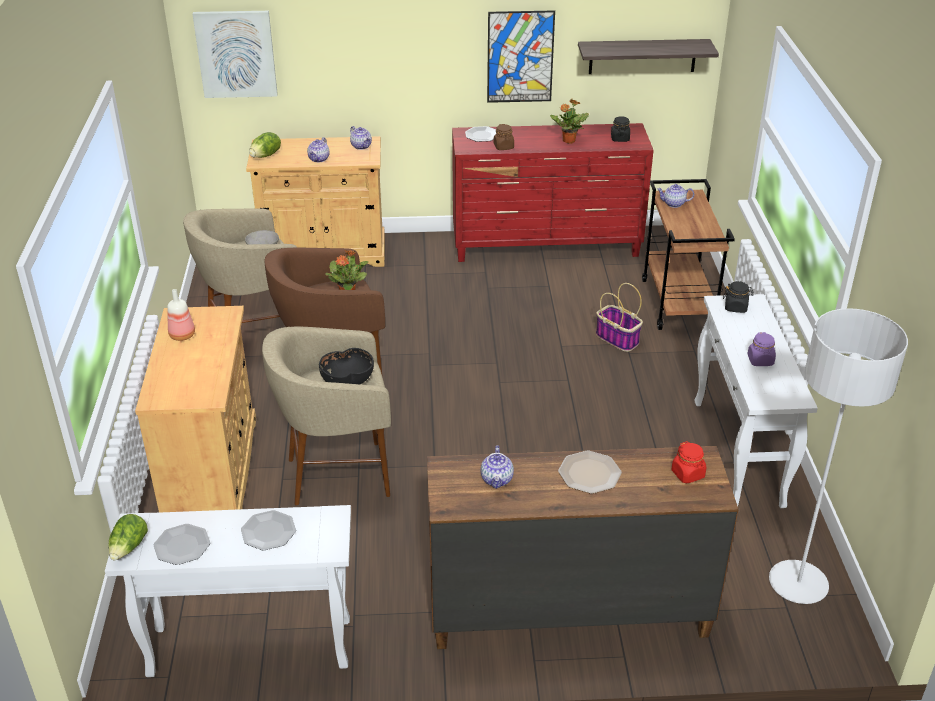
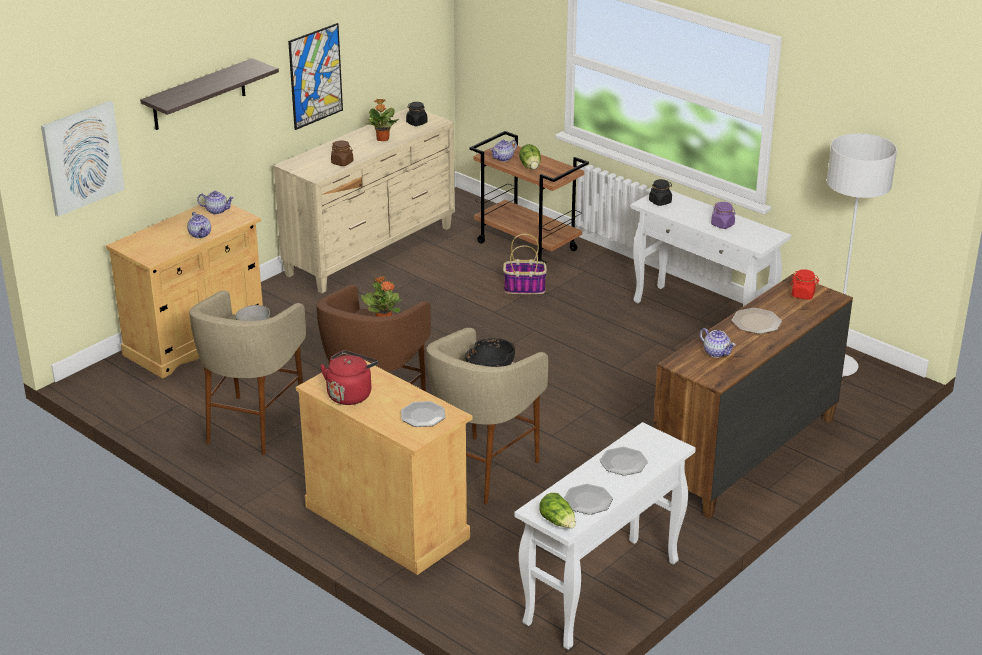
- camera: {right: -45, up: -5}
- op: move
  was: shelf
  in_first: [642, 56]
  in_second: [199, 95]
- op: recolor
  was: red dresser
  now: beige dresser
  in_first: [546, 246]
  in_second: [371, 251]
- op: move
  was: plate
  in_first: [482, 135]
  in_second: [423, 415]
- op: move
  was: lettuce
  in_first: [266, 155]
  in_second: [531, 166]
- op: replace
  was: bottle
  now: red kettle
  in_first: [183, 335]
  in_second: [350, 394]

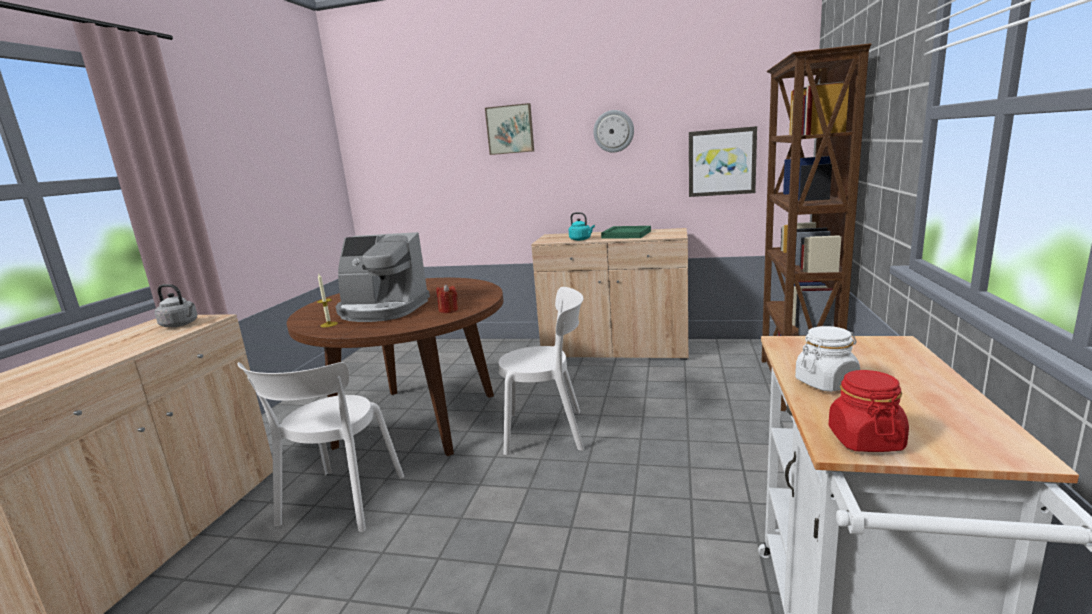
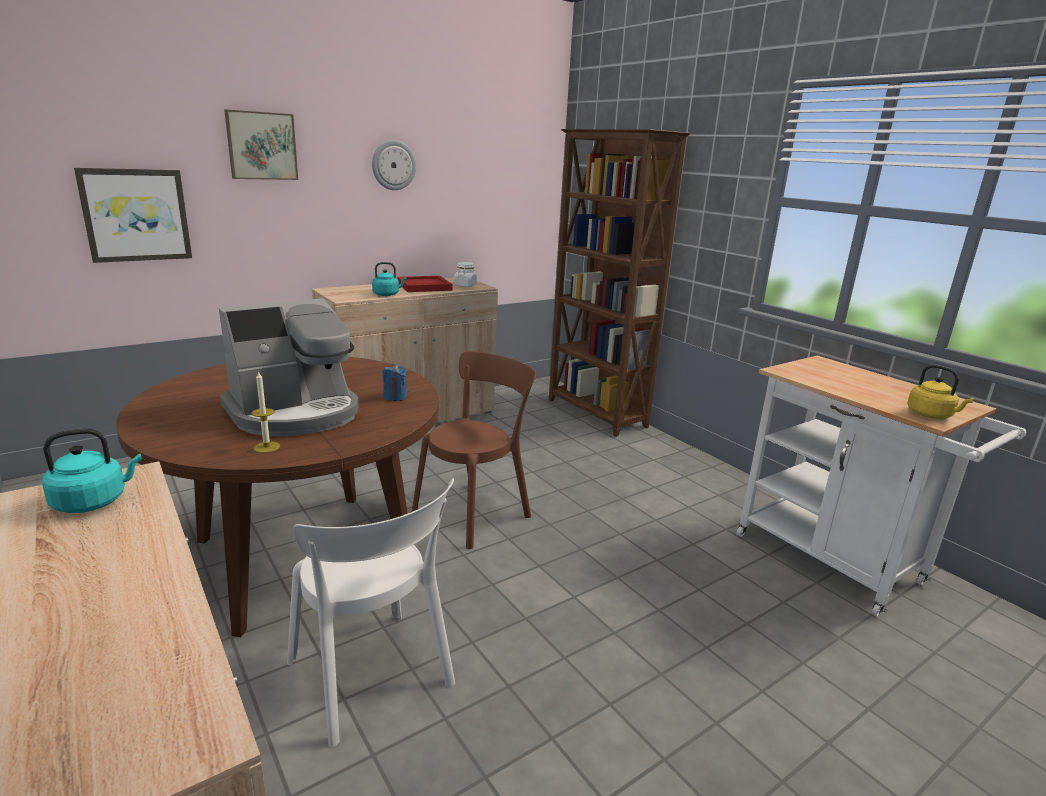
- camera: {right: -50, up: 5}
- op: move
  was: picture
  in_first: [721, 162]
  in_second: [136, 215]
- op: recolor
  was: green tray
  now: red tray
  in_first: [627, 234]
  in_second: [425, 286]
- op: recolor
  was: grey kettle
  now: turquoise kettle
  in_first: [181, 324]
  in_second: [94, 502]
- op: recolor
  was: red candle
  now: blue candle
  in_first: [448, 310]
  in_second: [395, 397]
- op: recolor
  was: white chair
  now: brown chair
  in_first: [549, 431]
  in_second: [475, 512]
- op: move
  was: white jar
  in_first: [826, 383]
  in_second: [465, 285]
- op: replace
  was: red jar
  now: yellow kettle
  in_first: [865, 440]
  in_second: [931, 415]

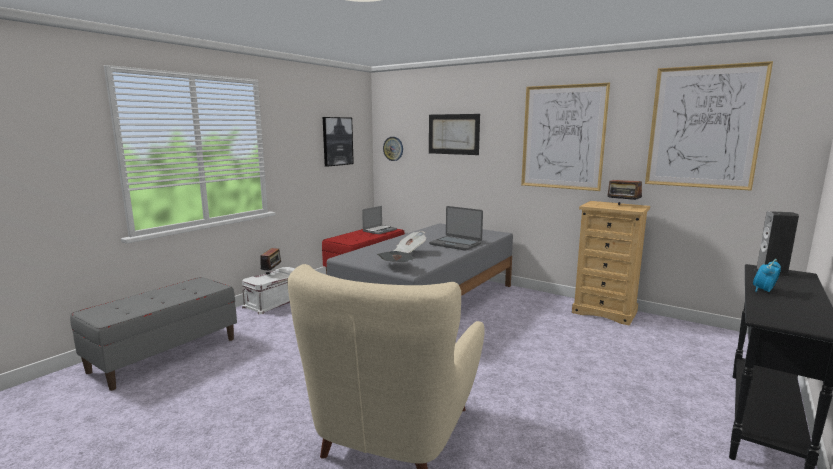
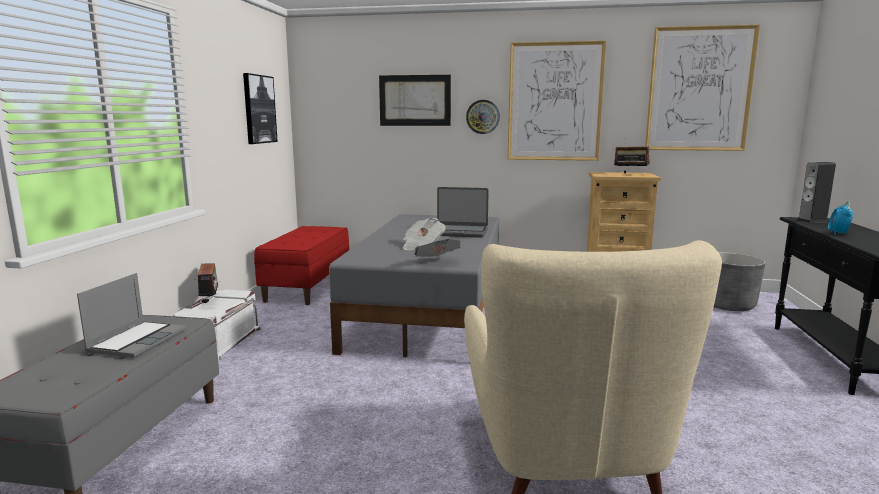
- camera: {right: -25, up: 0}
- op: move
  was: wall clock
  in_first: [393, 148]
  in_second: [483, 116]
- op: move
  was: laptop
  in_first: [379, 230]
  in_second: [138, 340]
- op: insert
  now: grey planter
  in_second: [728, 305]

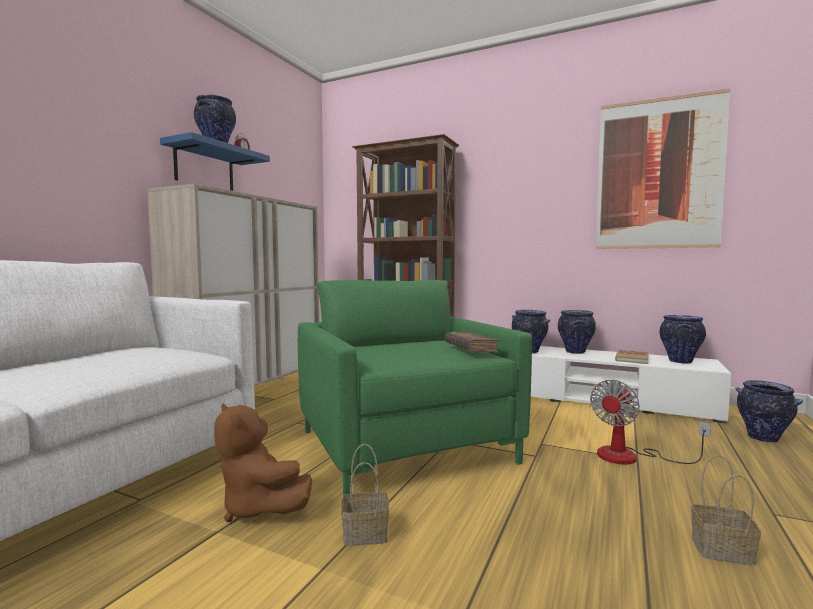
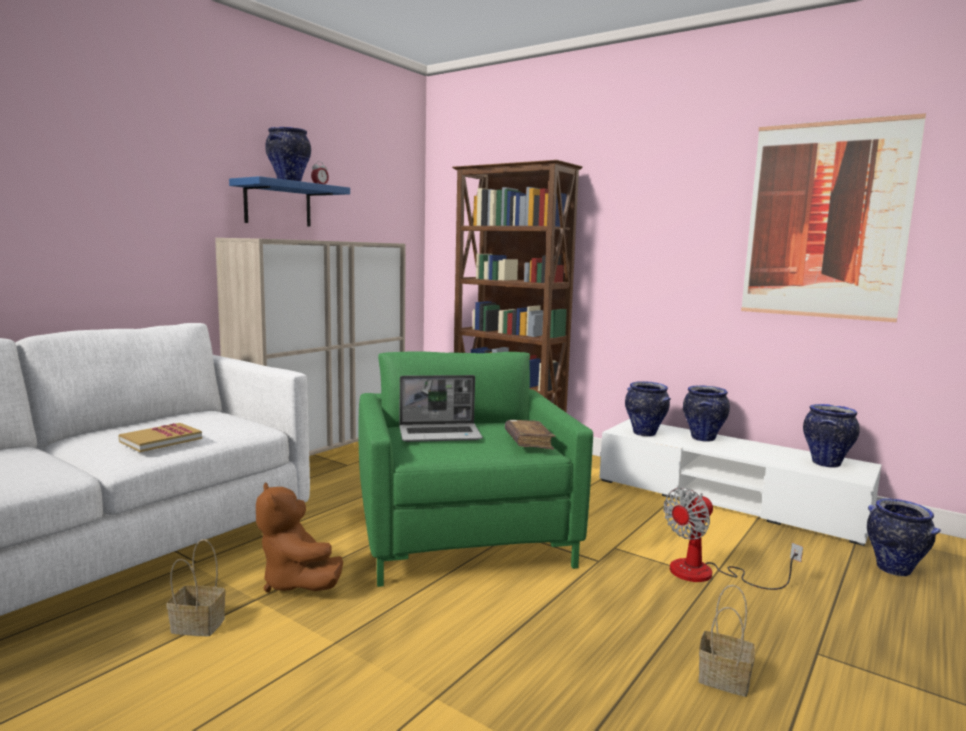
- camera: {right: 10, up: 5}
- op: move
  was: book
  in_first: [632, 359]
  in_second: [161, 440]
- op: move
  was: basket
  in_first: [363, 534]
  in_second: [196, 626]
- op: insert
  now: laptop
  in_second: [440, 434]

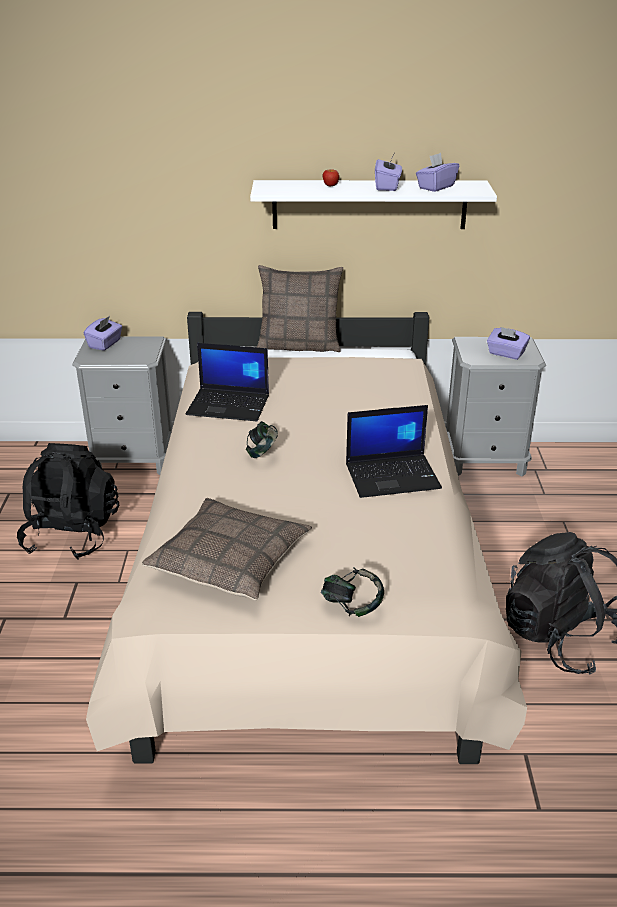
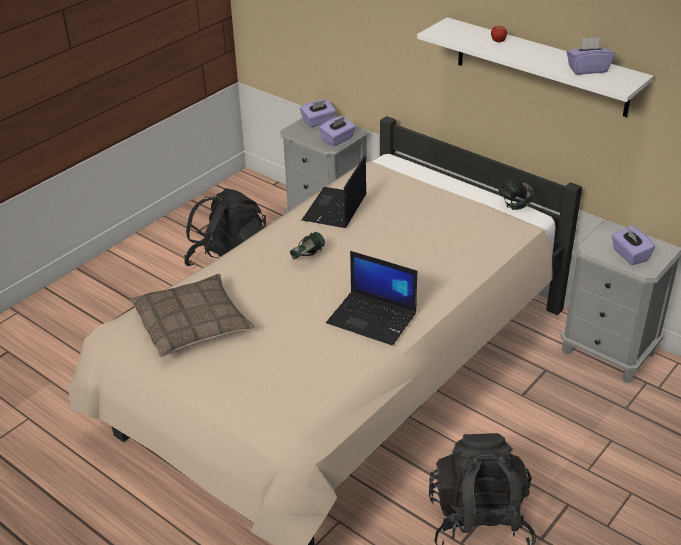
- camera: {right: 40, up: 5}
- op: move
  was: purple tissue box
  in_first: [387, 186]
  in_second: [338, 139]
- op: delete
  was: pillow
  in_first: [299, 345]
- op: rotate
  was: laptop
  in_first: [229, 405]
  in_second: [335, 209]
  clockwise: 60
- op: move
  was: headphones
  in_first: [352, 606]
  in_second: [514, 204]

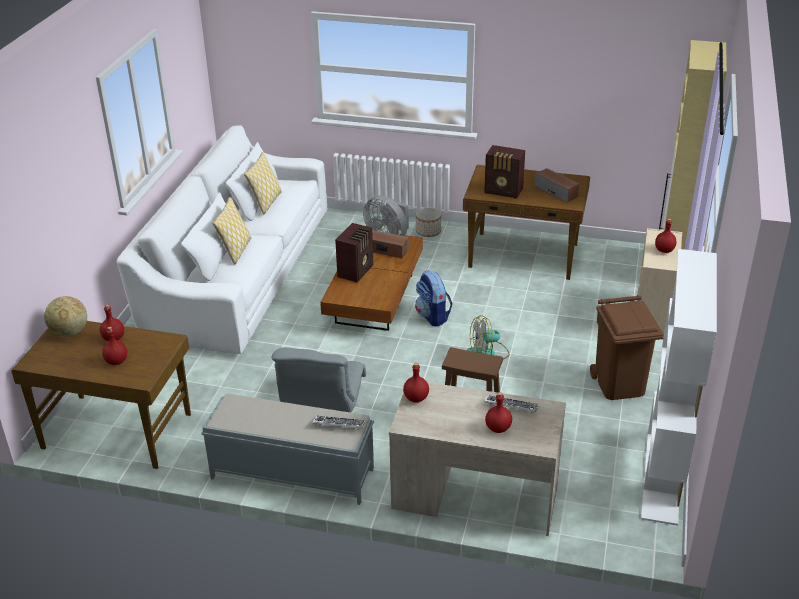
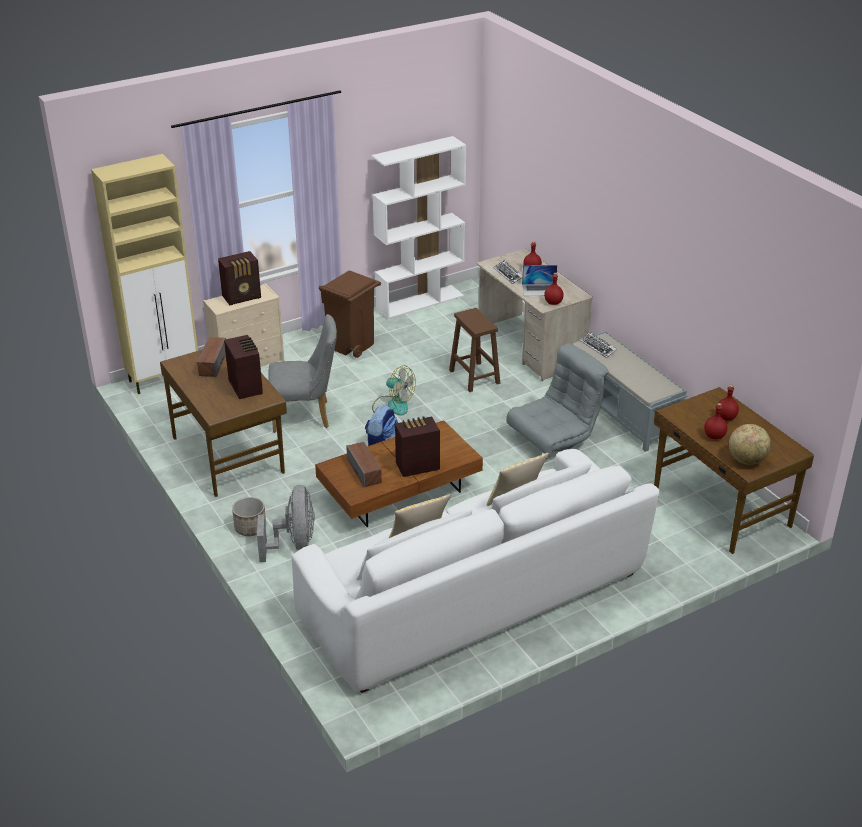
- camera: {right: -135, up: 0}
- op: replace
  was: red bottle
  now: radio
  in_first: [664, 250]
  in_second: [242, 297]
- op: insert
  now: laptop
  in_second: [540, 290]
- op: insert
  now: grey chair
  in_second: [306, 416]

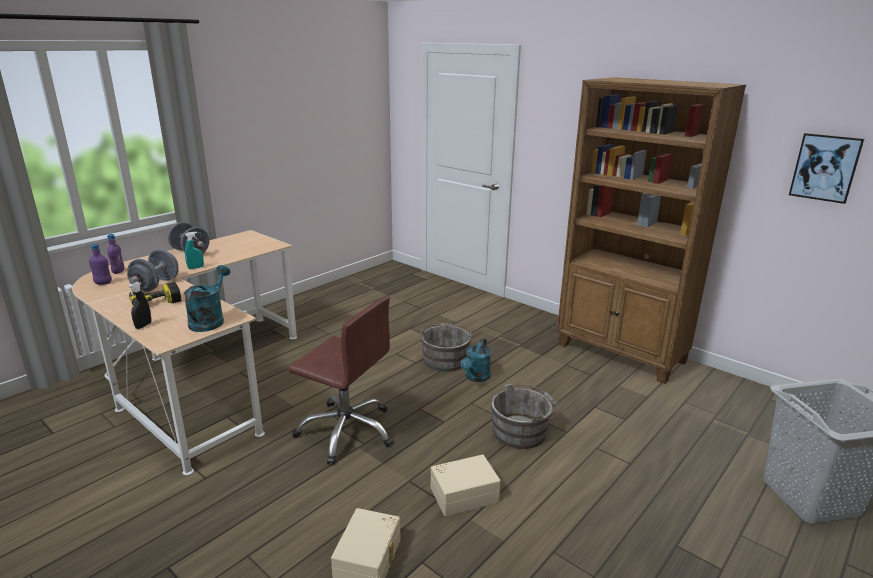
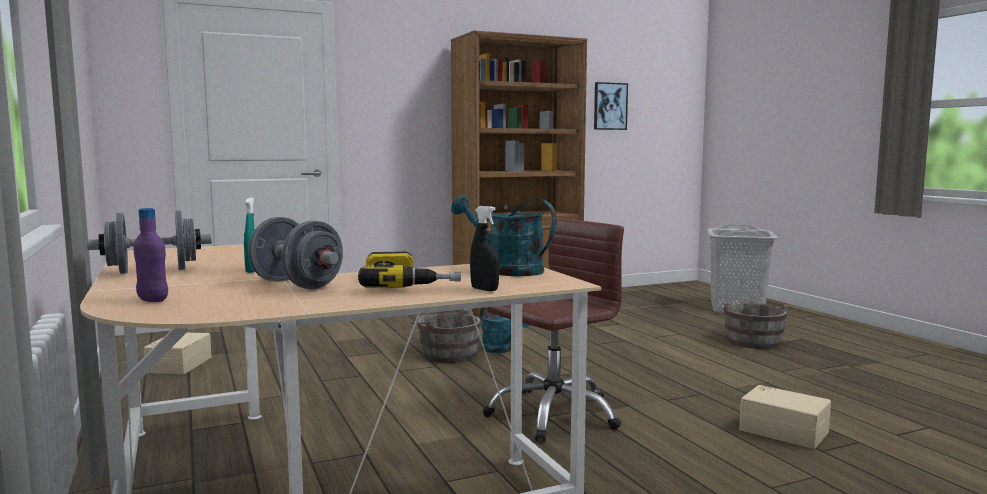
- camera: {right: -65, up: -15}
- op: delete
  was: purple bottle
  in_first: [103, 283]
- op: move
  was: grey bucket
  in_first: [522, 431]
  in_second: [752, 340]
- op: move
  was: beige storage box
  in_first: [463, 493]
  in_second: [178, 364]

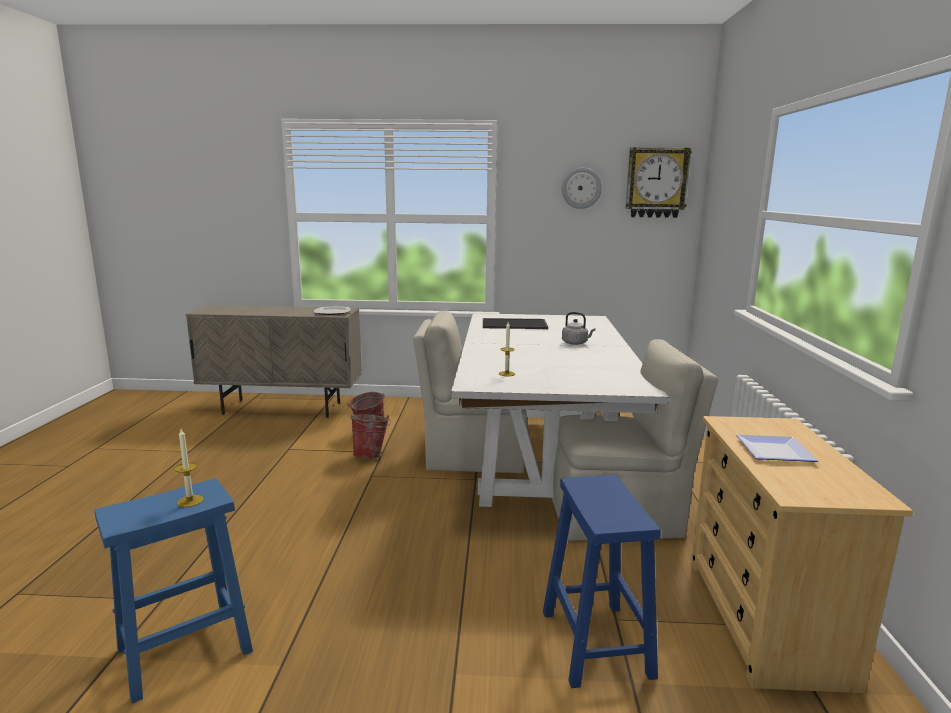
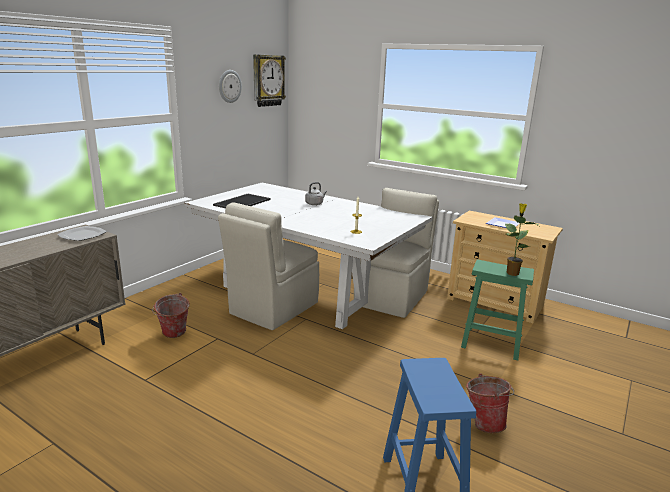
- camera: {right: -60, up: 5}
- op: move
  was: bucket
  in_first: [371, 455]
  in_second: [484, 422]
- op: delete
  was: candle
  in_first: [190, 501]
- op: recolor
  was: blue stool
  now: green stool
  in_first: [597, 645]
  in_second: [492, 343]
- op: insert
  now: potted plant
  in_second: [512, 273]

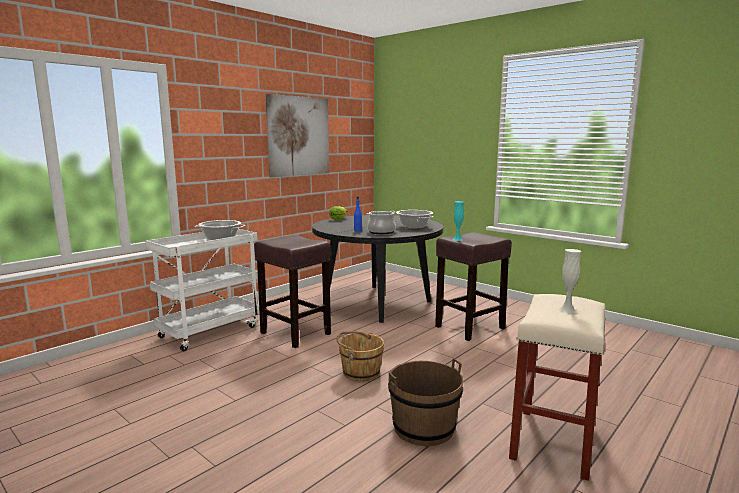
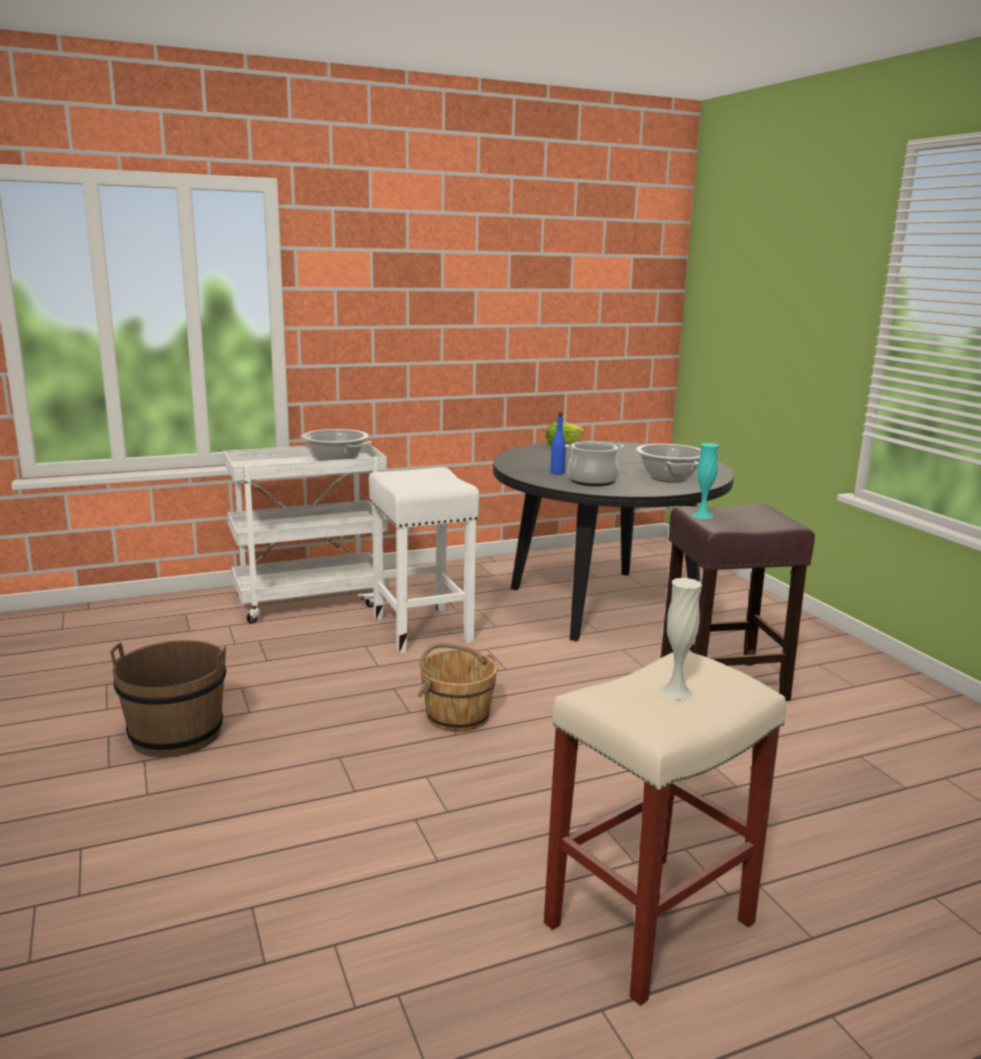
- camera: {right: 25, up: 5}
- op: delete
  was: picture
  in_first: [298, 136]
- op: recolor
  was: brown stool
  now: white stool
  in_first: [294, 333]
  in_second: [421, 629]
- op: move
  was: brown bucket
  in_first: [423, 428]
  in_second: [176, 734]

